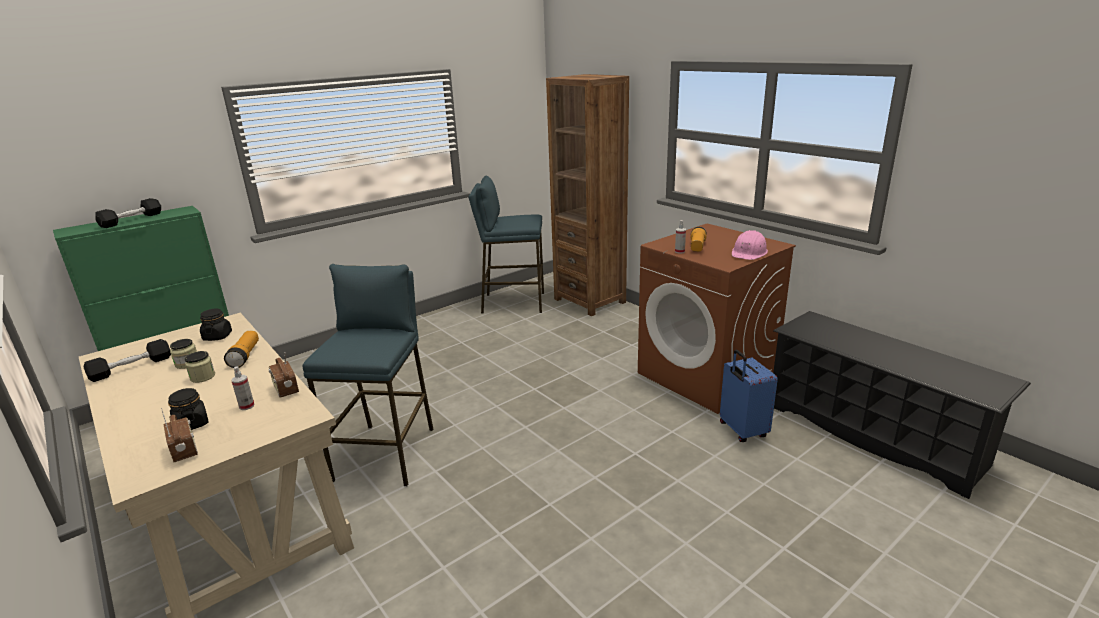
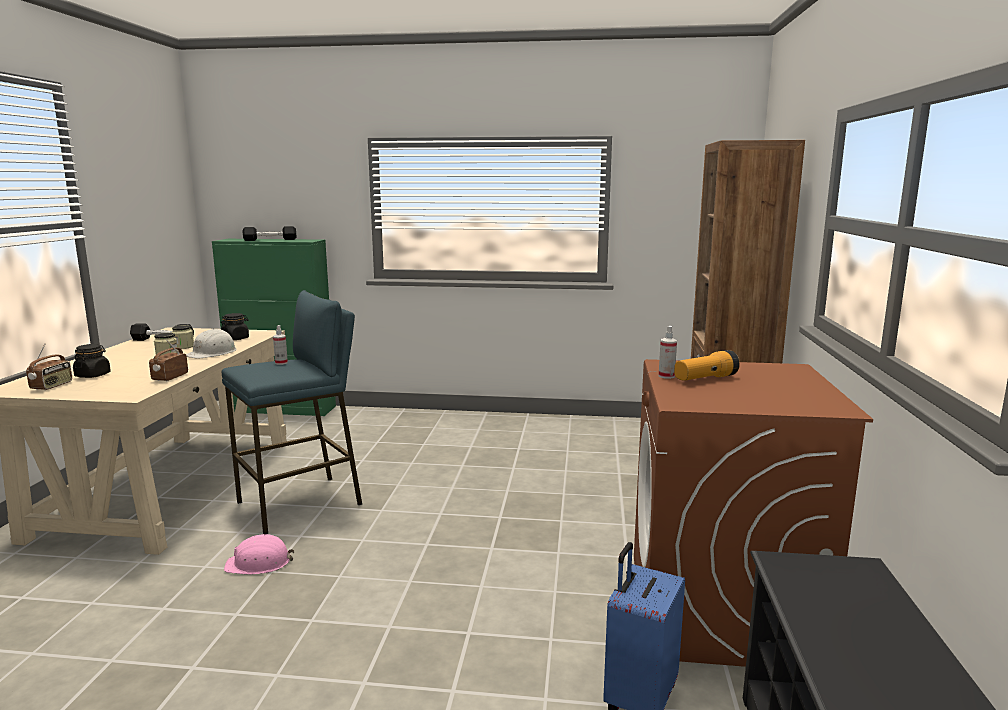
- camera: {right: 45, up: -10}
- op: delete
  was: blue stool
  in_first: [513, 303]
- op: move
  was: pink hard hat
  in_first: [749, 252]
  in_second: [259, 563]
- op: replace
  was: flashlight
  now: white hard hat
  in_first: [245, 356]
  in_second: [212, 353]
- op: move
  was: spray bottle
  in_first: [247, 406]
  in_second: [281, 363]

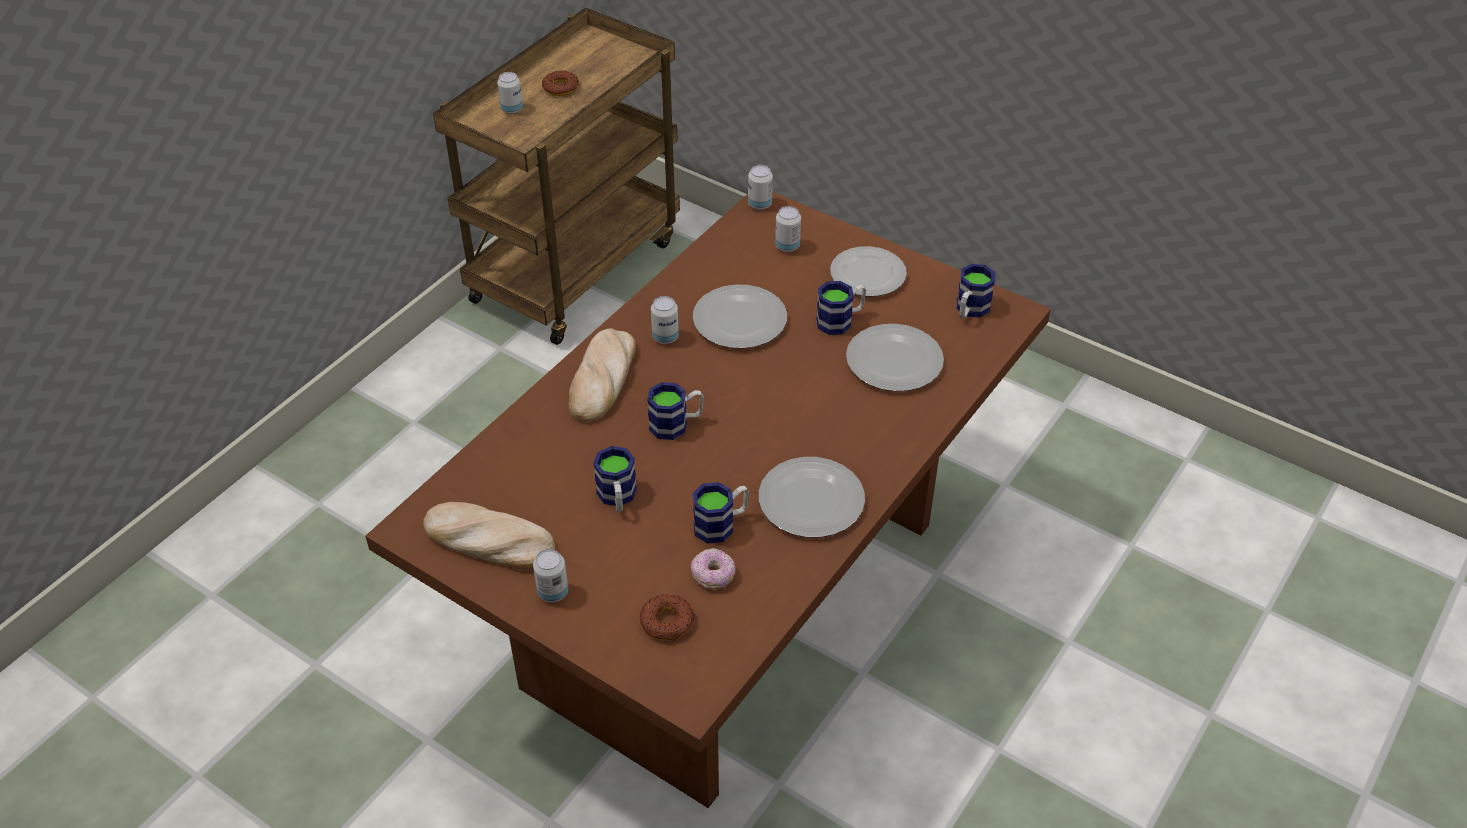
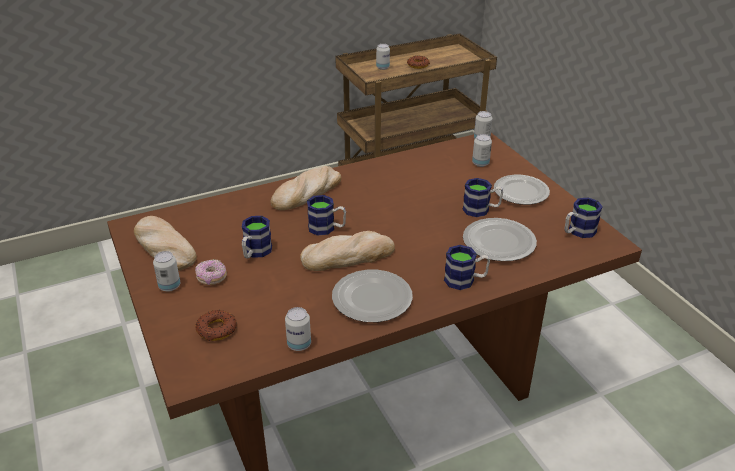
- camera: {right: 30, up: -10}
- op: delete
  was: plate
  in_first: [741, 320]
- op: move
  was: can
  in_first: [665, 337]
  in_second: [299, 344]
- op: move
  was: mug
  in_first: [721, 524]
  in_second: [465, 280]
- op: move
  was: donut
  in_first: [713, 575]
  in_second: [211, 278]
- op: insert
  now: bread
  in_second: [348, 255]

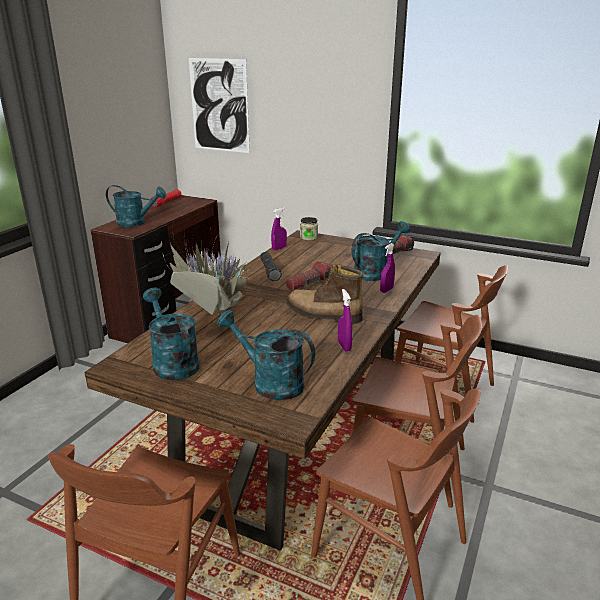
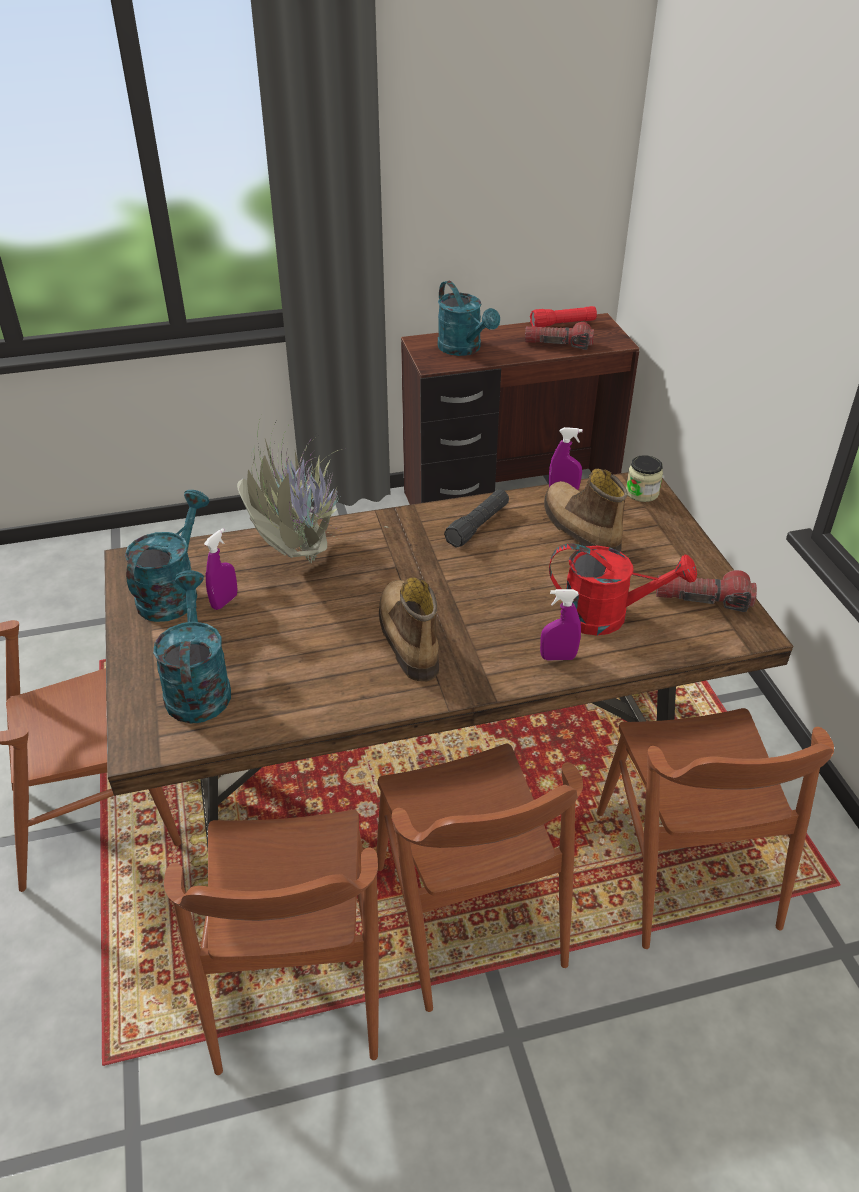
- camera: {right: 50, up: 15}
- op: delete
  was: picture
  in_first: [219, 105]
- op: recolor
  was: turquoise watering can
  now: red watering can
  in_first: [375, 272]
  in_second: [606, 616]
- op: move
  was: flashlight
  in_first: [310, 283]
  in_second: [558, 344]
- op: move
  was: purple spray bottle
  in_first: [344, 346]
  in_second: [224, 601]
- op: insert
  now: boot
  in_second: [579, 529]

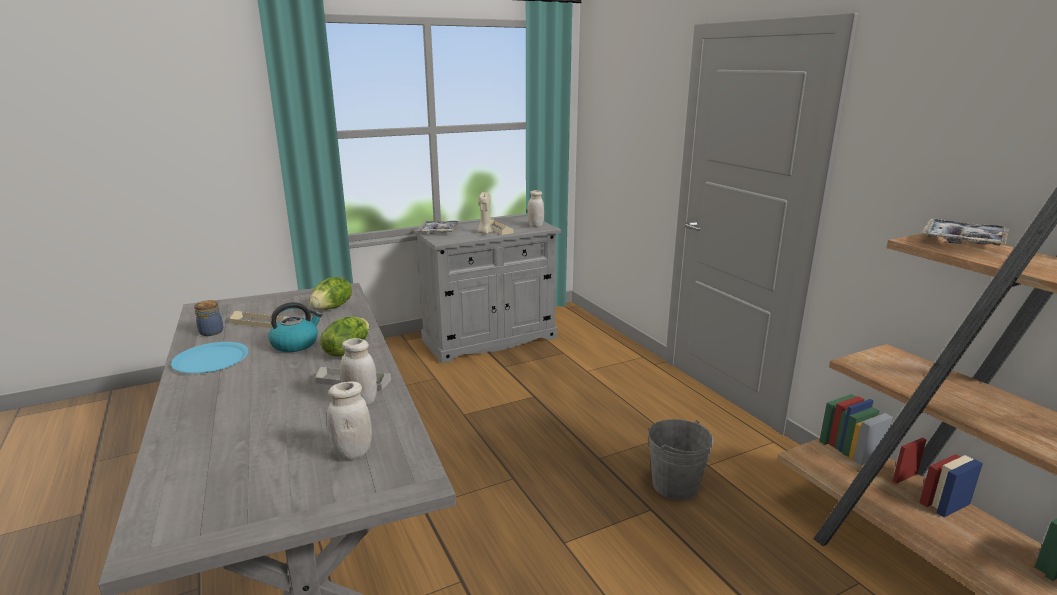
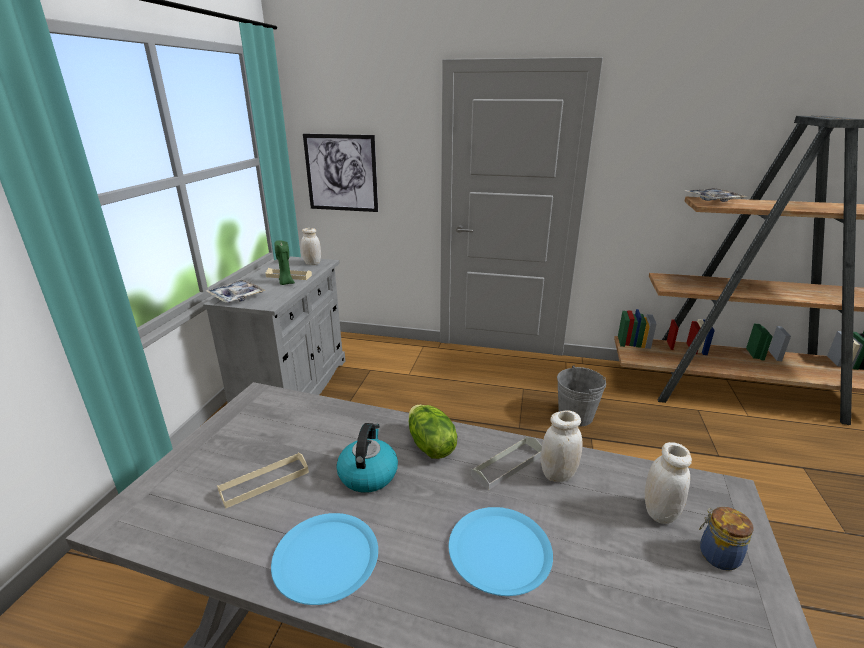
- camera: {right: -50, up: 5}
- op: recolor
  was: beige candle
  now: green candle
  in_first: [484, 232]
  in_second: [286, 283]
- op: delete
  was: lettuce
  in_first: [332, 307]
- op: move
  was: jar
  in_first: [212, 331]
  in_second: [717, 555]
- op: insert
  now: picture
  in_second: [341, 173]
- op: insert
  now: blue plate
  in_second: [499, 550]

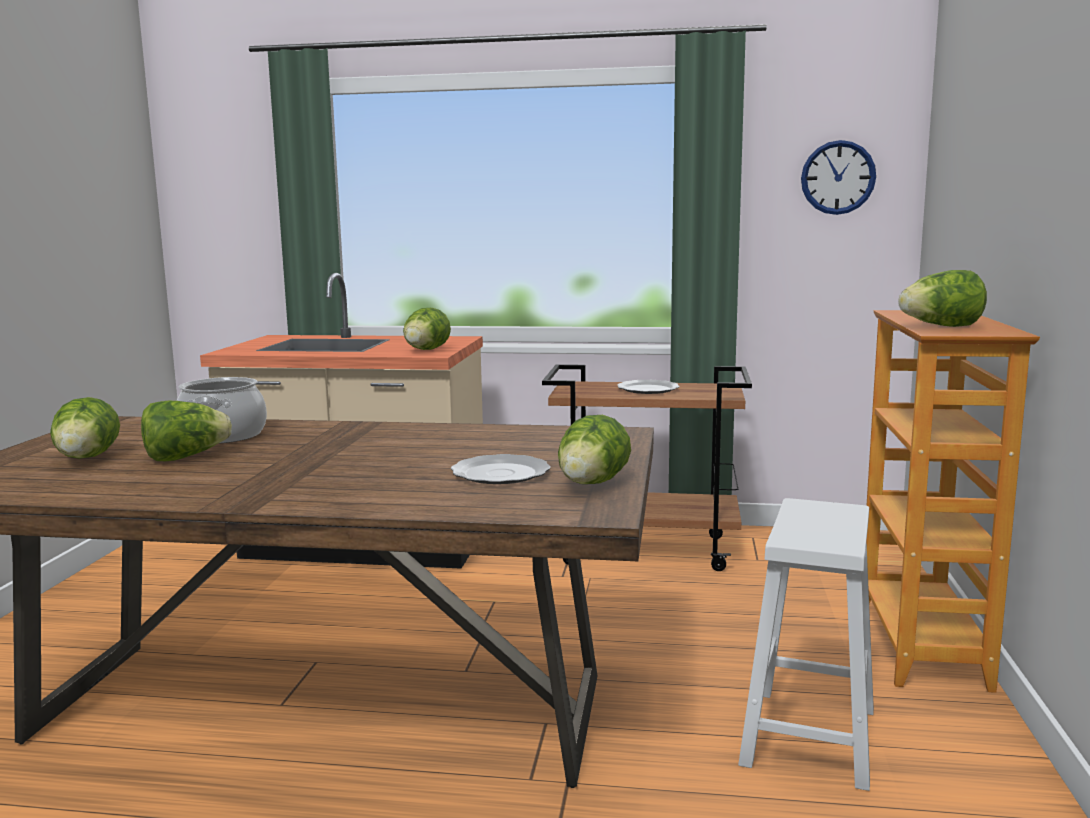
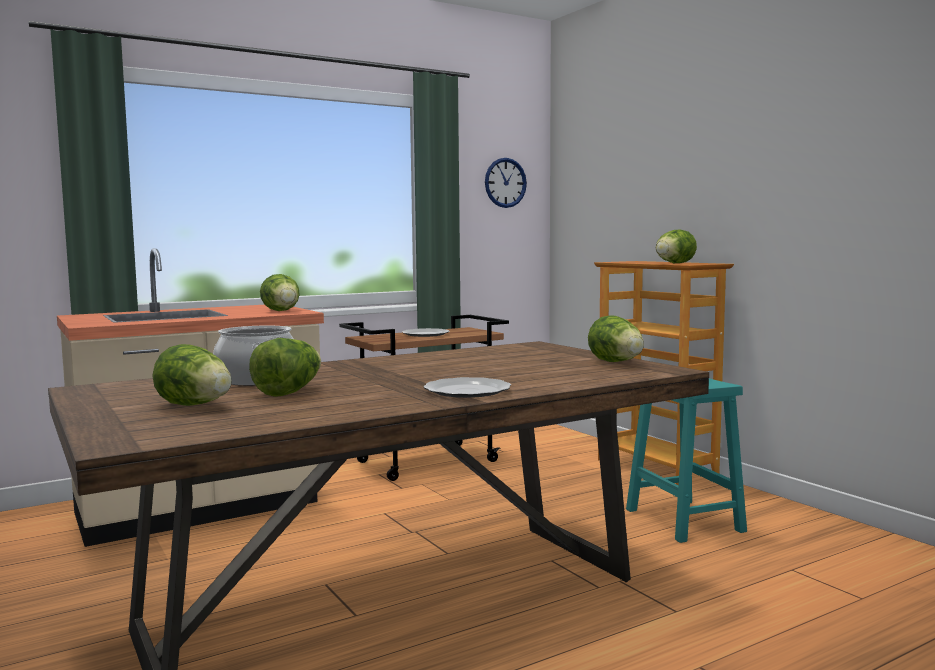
- camera: {right: -40, up: -5}
- op: move
  was: plate
  in_first: [499, 473]
  in_second: [466, 391]
- op: recolor
  was: white stool
  now: turquoise stool
  in_first: [809, 738]
  in_second: [685, 521]

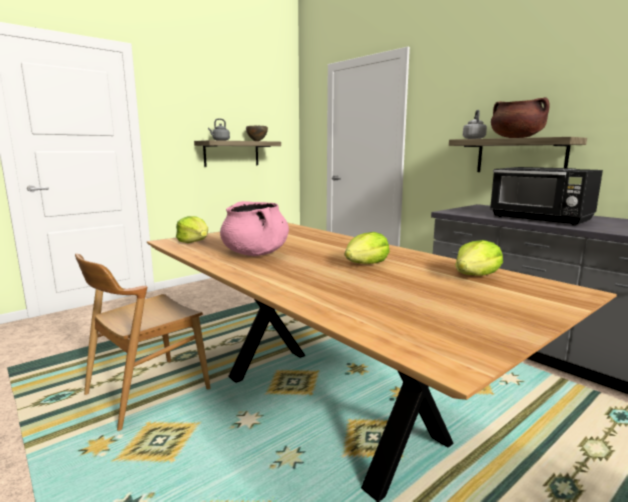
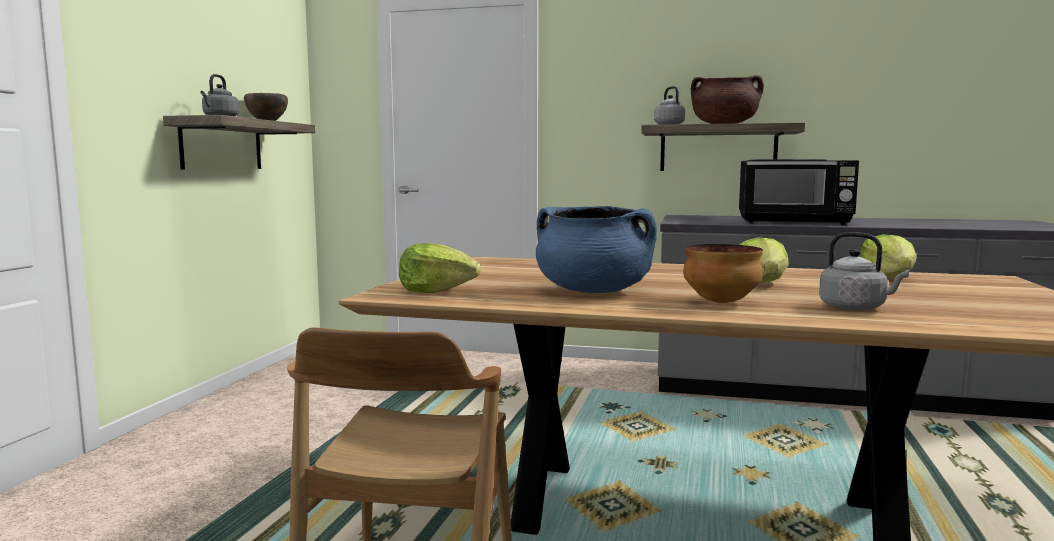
- camera: {right: -35, up: -5}
- op: recolor
  was: pink cooking pot
  now: blue cooking pot
  in_first: [256, 254]
  in_second: [593, 291]
- op: insert
  now: grey kettle
  in_second: [855, 308]
- op: insert
  now: bowl
  in_second: [721, 302]

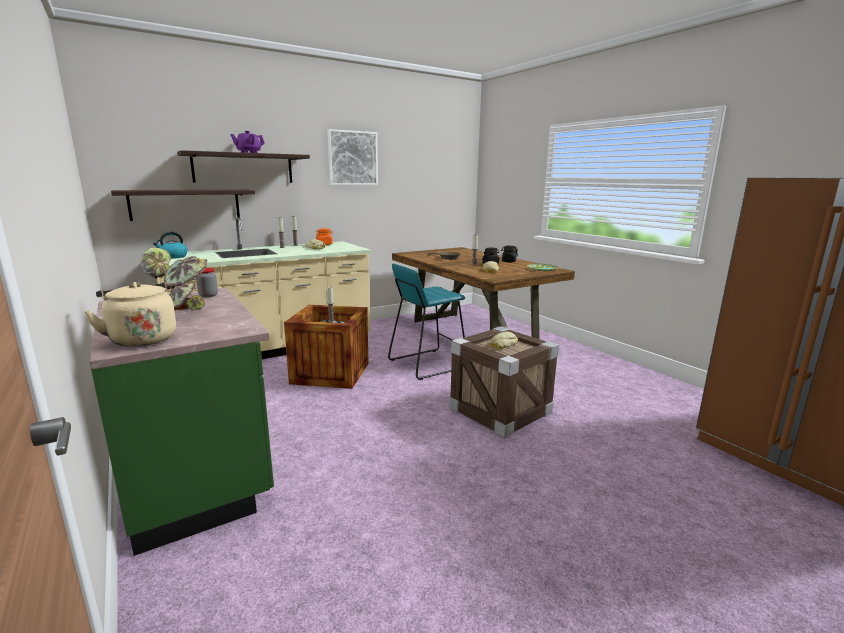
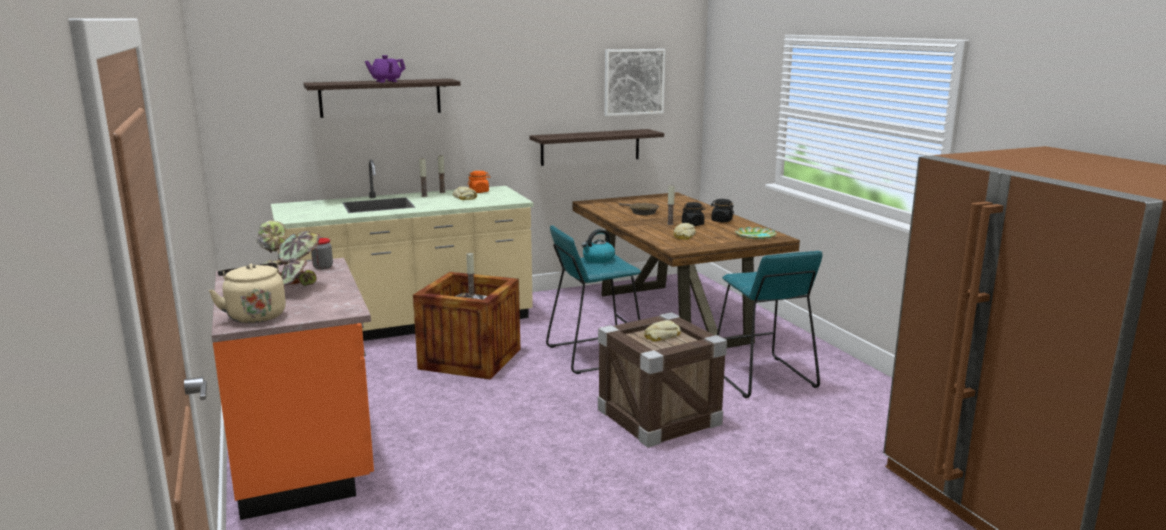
- camera: {right: 10, up: 0}
- op: move
  was: picture
  in_first: [352, 158]
  in_second: [634, 82]
- op: move
  was: shelf
  in_first: [186, 204]
  in_second: [590, 147]
- op: move
  was: kettle
  in_first: [173, 257]
  in_second: [598, 259]
- op: recolor
  was: green counter
  now: orange counter
  in_first: [198, 473]
  in_second: [305, 455]
- op: insert
  now: turquoise stool
  in_second: [761, 377]

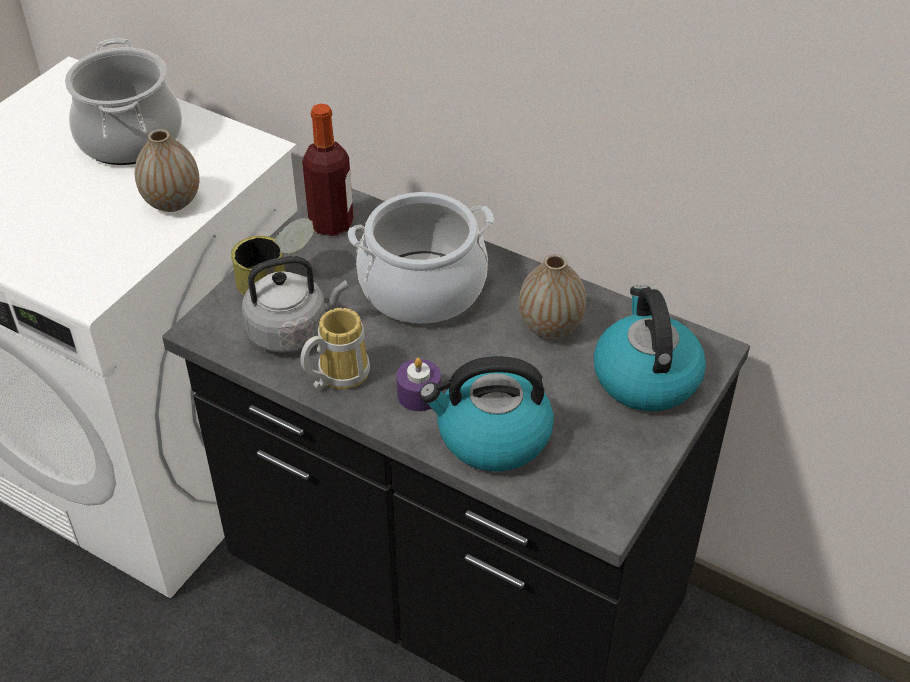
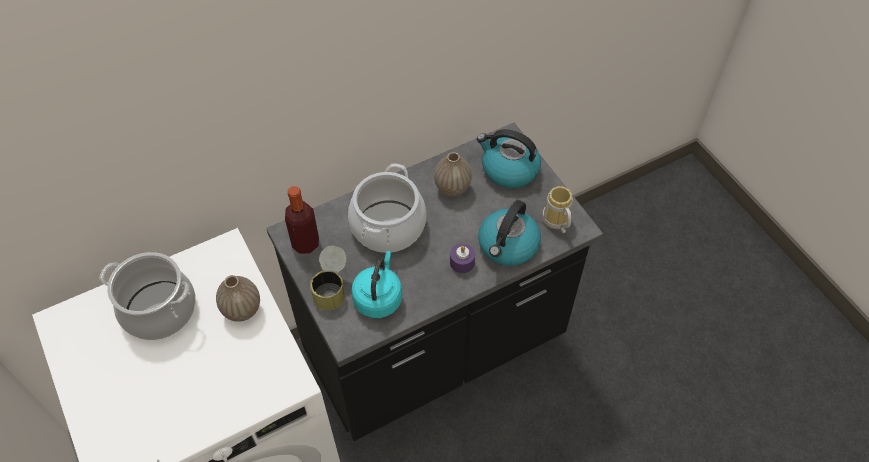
- camera: {right: -60, up: 10}
- op: recolor
  was: grey kettle
  now: turquoise kettle
  in_first: [292, 331]
  in_second: [378, 297]
- op: move
  was: mug
  in_first: [336, 375]
  in_second: [556, 222]

